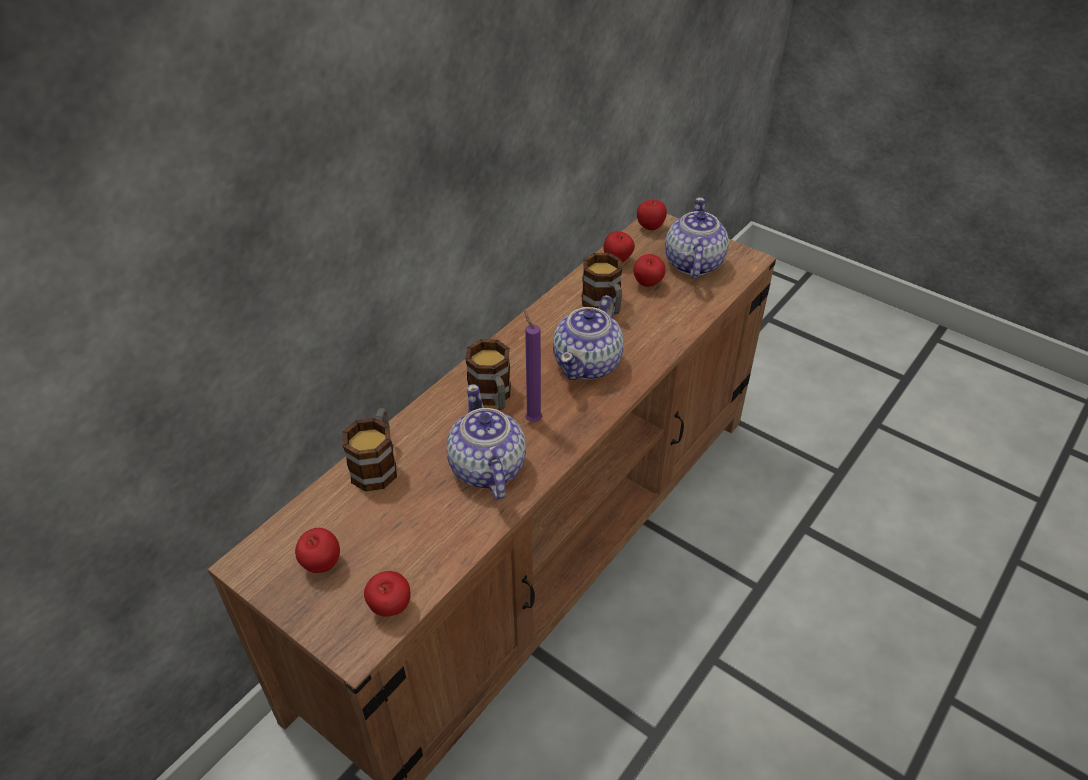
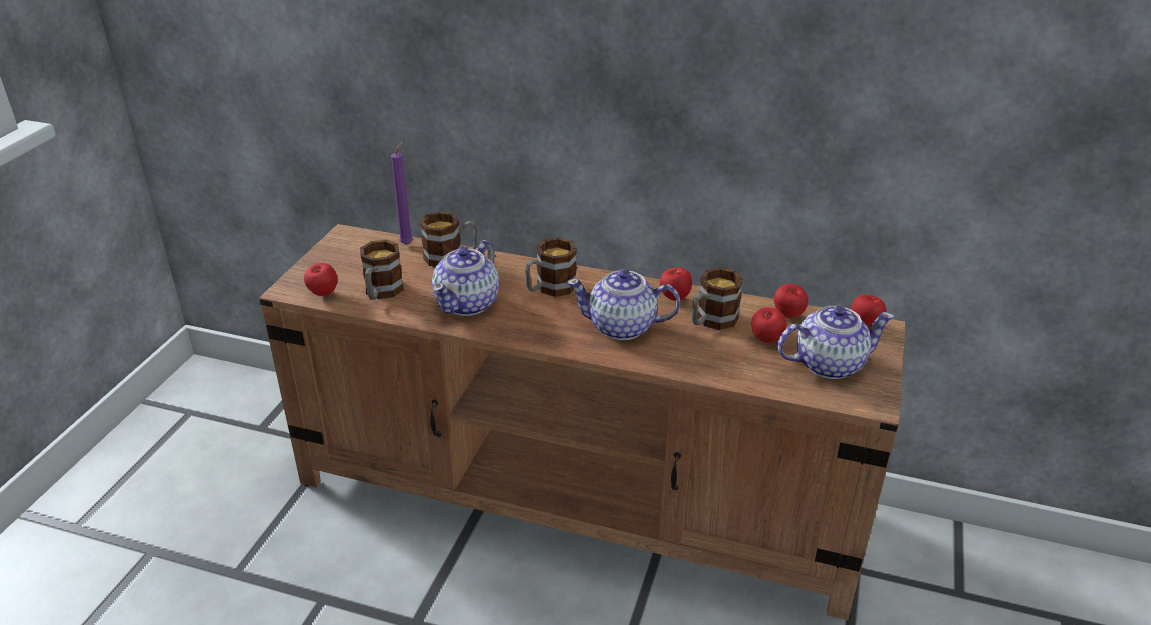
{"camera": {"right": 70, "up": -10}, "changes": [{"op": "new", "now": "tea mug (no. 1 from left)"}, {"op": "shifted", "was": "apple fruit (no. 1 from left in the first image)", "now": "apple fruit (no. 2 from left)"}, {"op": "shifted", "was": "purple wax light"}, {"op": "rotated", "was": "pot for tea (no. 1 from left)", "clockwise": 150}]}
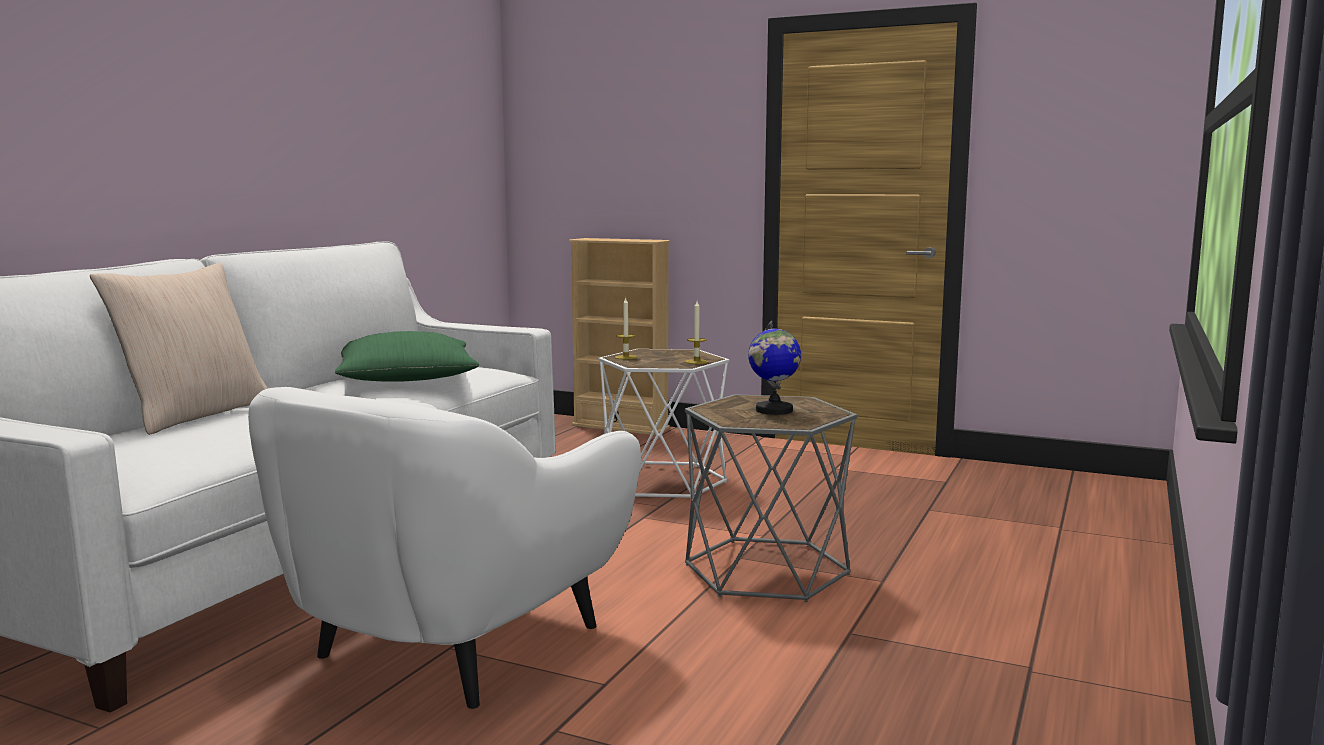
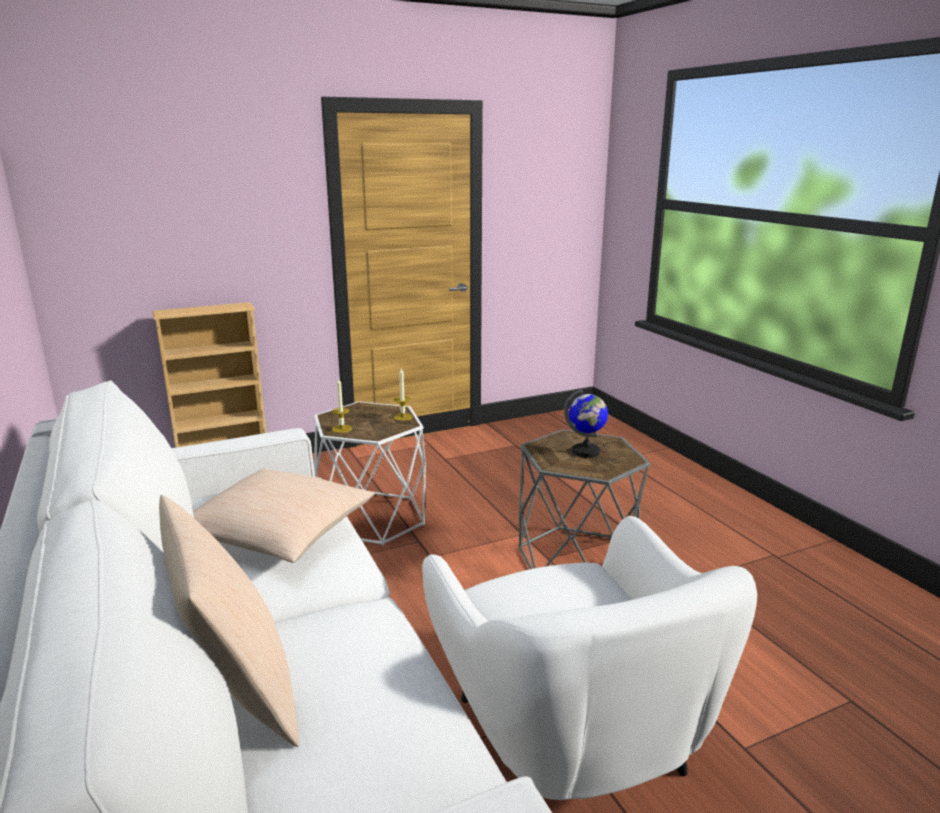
{"camera": {"right": -50, "up": 10}, "changes": [{"op": "repainted", "was": "greenish cushion", "now": "sand-coloured cushion (no. 2 from left)"}]}
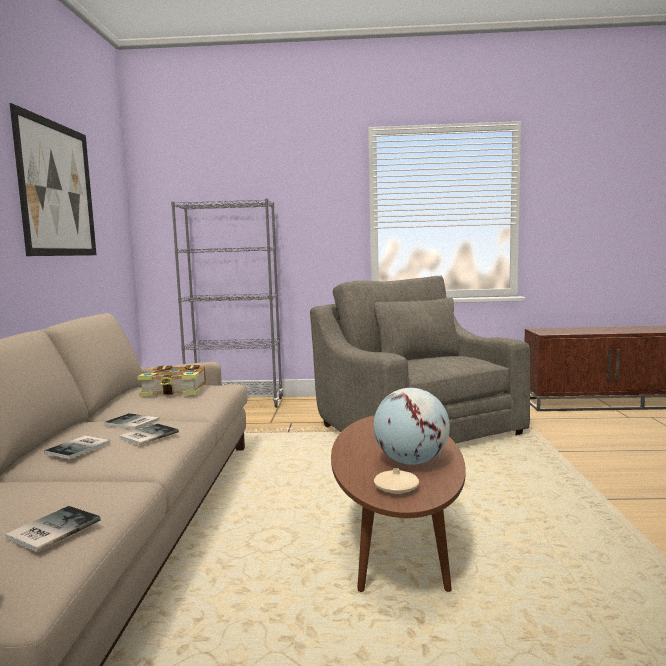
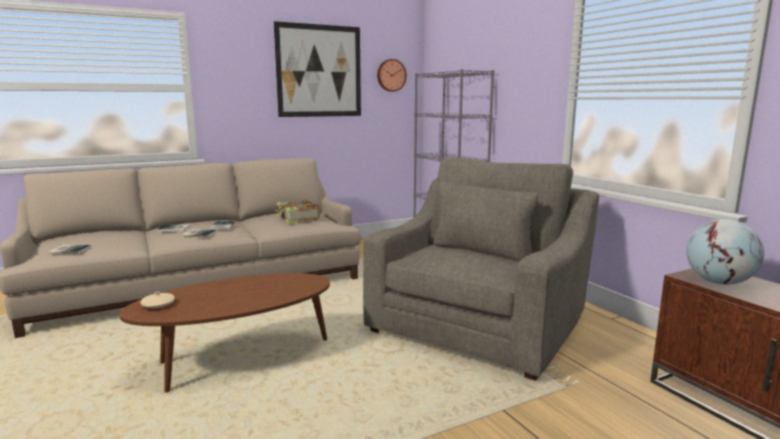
{"camera": {"right": 60, "up": 5}, "changes": [{"op": "new", "now": "clock on the wall"}, {"op": "shifted", "was": "globe"}]}
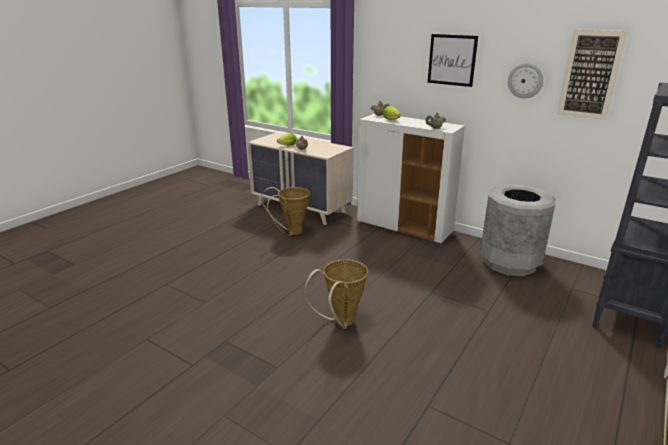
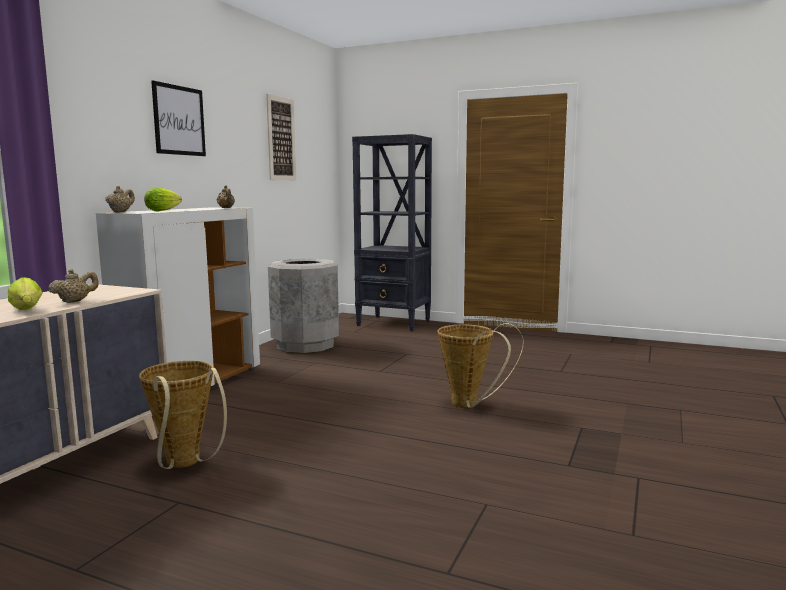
{"camera": {"right": -100, "up": -15}, "changes": [{"op": "gone", "was": "clock on the wall"}]}
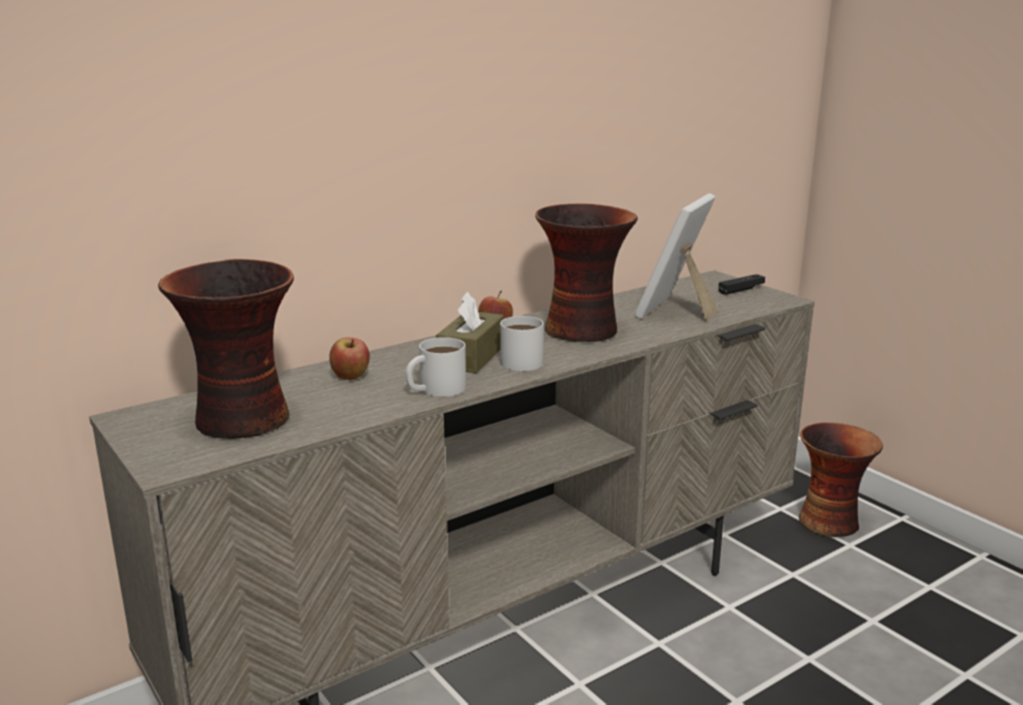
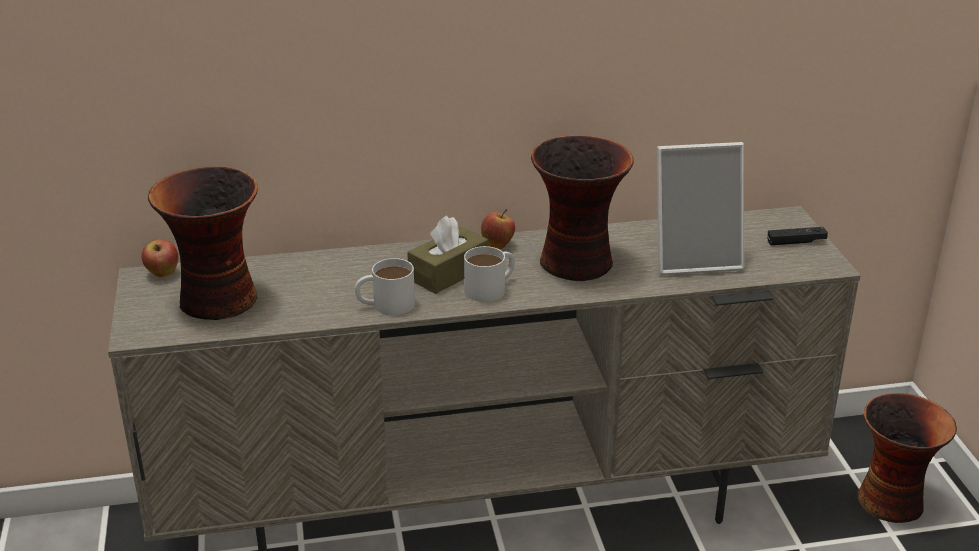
{"camera": {"right": 25, "up": 10}, "changes": [{"op": "shifted", "was": "apple fruit (no. 1 from left)"}, {"op": "rotated", "was": "photo frame", "clockwise": -150}]}
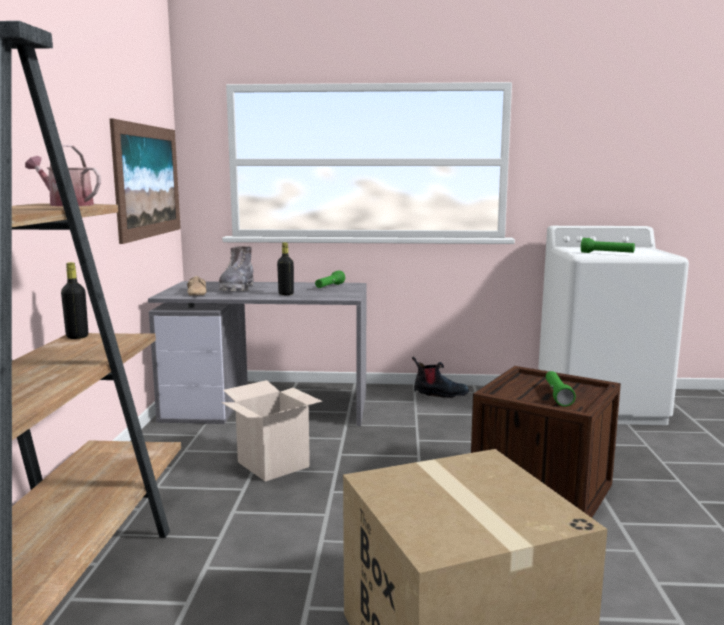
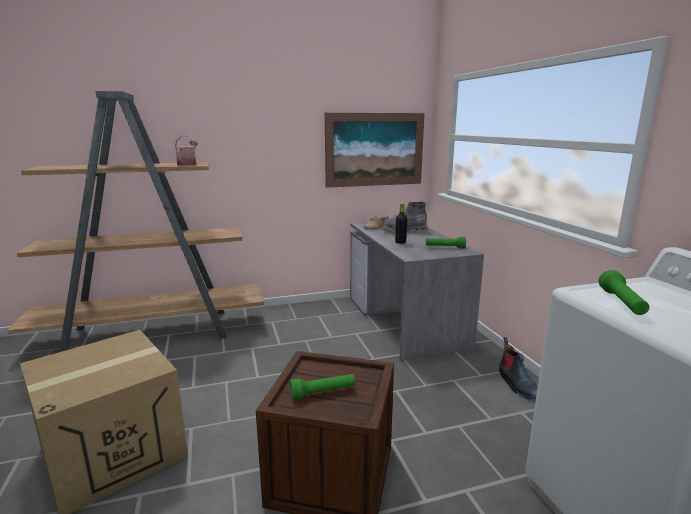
{"camera": {"right": 70, "up": 5}, "changes": [{"op": "gone", "was": "blackish bottle (no. 1 from left)"}, {"op": "gone", "was": "carton (no. 1 from left)"}]}
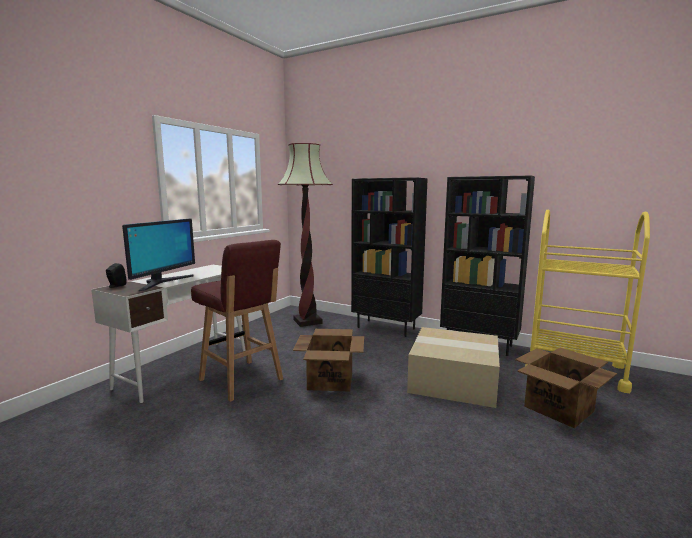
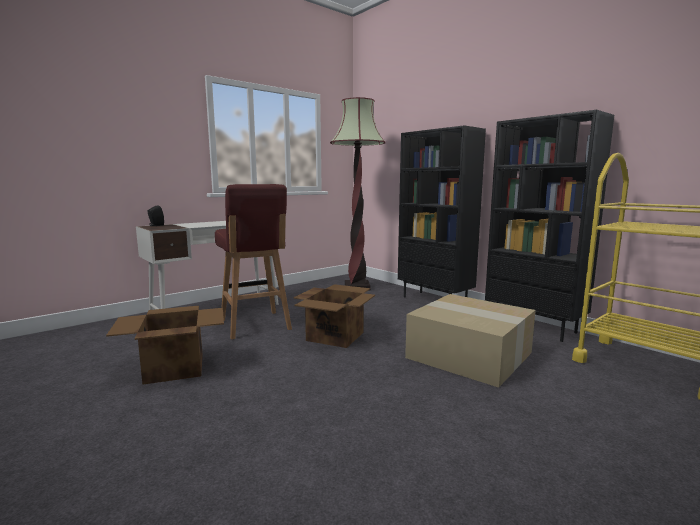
{"camera": {"right": 20, "up": 0}, "changes": [{"op": "gone", "was": "computer screen"}, {"op": "shifted", "was": "carton (no. 3 from left in the first image)", "now": "carton (no. 1 from left)"}]}
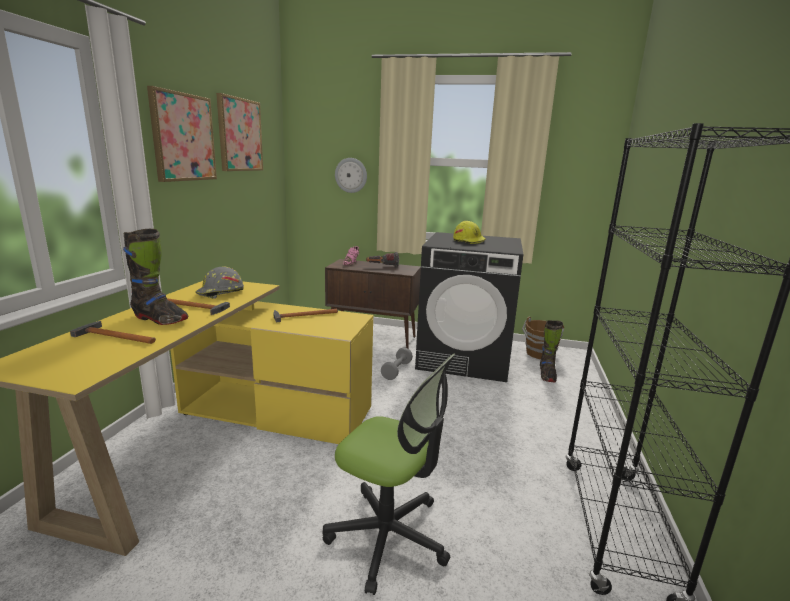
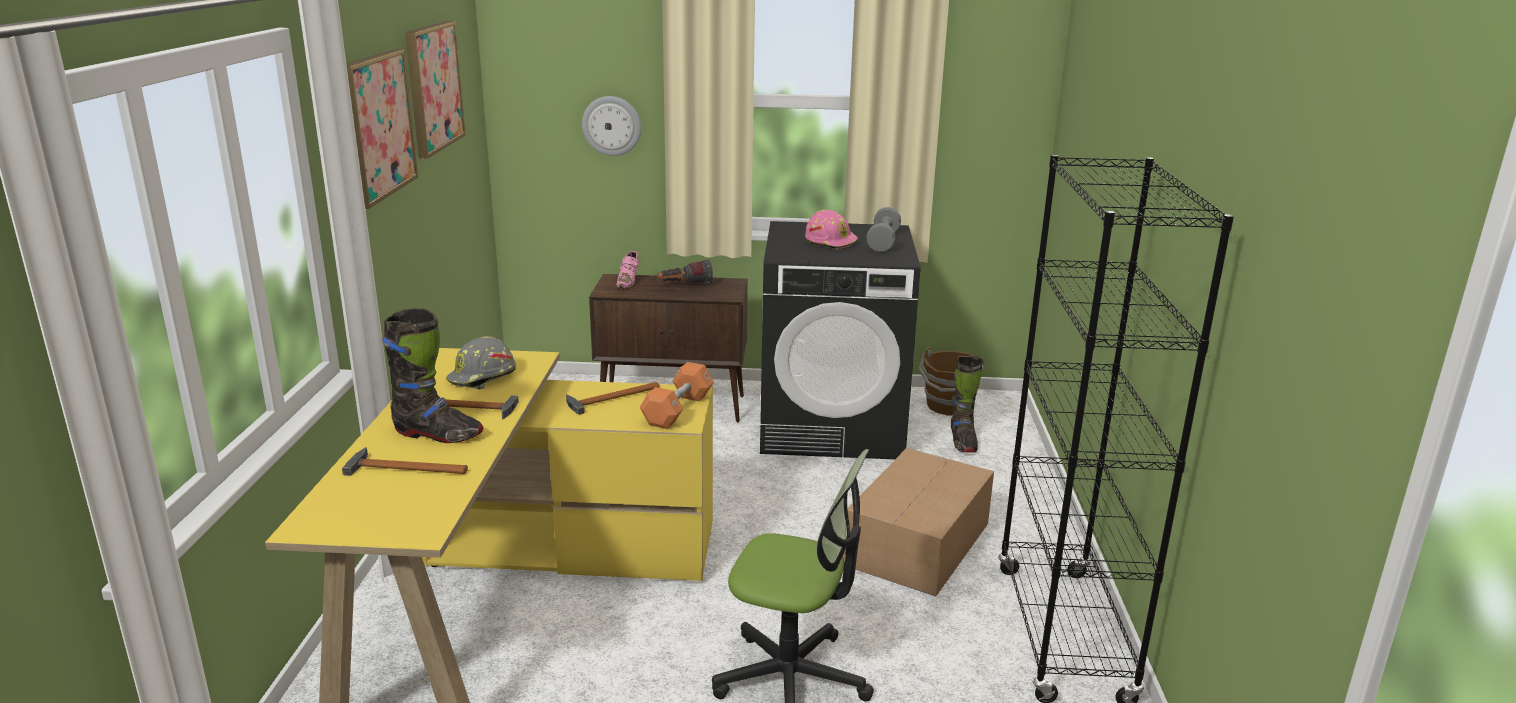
{"camera": {"right": -10, "up": 5}, "changes": [{"op": "new", "now": "orangey hand weight"}, {"op": "new", "now": "carton"}, {"op": "shifted", "was": "greyish hand weight"}, {"op": "repainted", "was": "yellow-coloured hard hat", "now": "pink-coloured hard hat"}]}
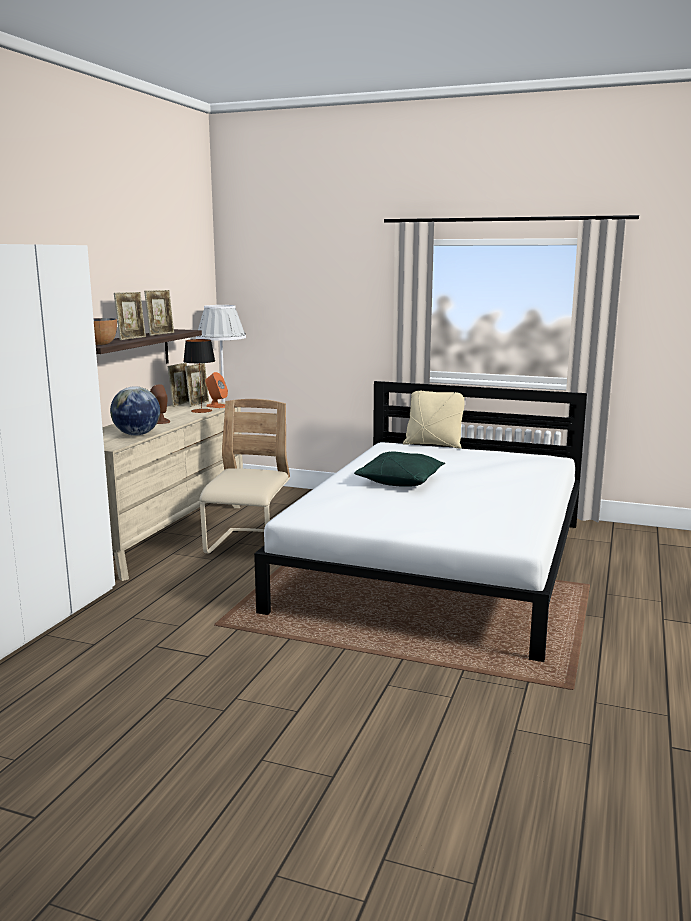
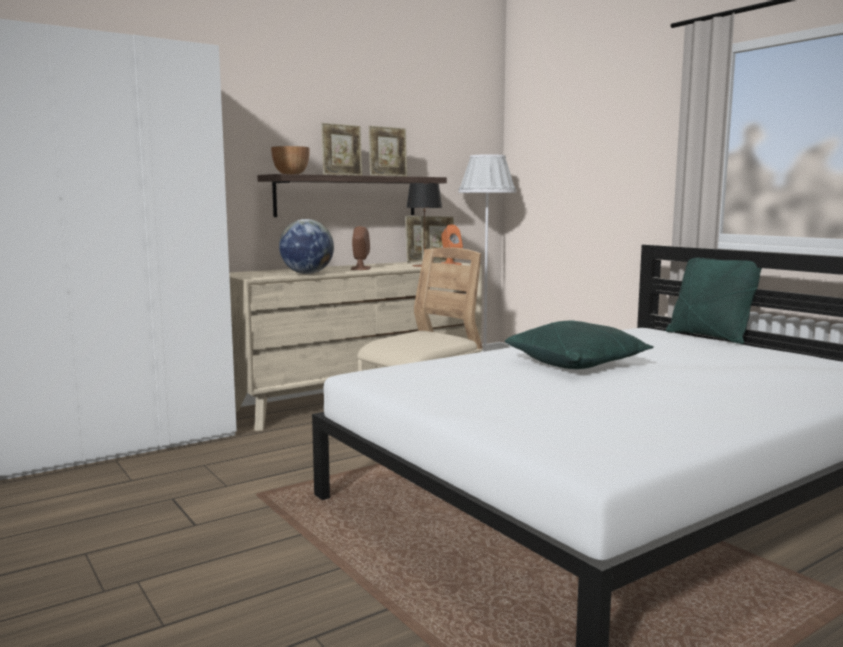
{"camera": {"right": 35, "up": -5}, "changes": [{"op": "repainted", "was": "sand-coloured cushion", "now": "greenish cushion (no. 2 from left)"}]}
